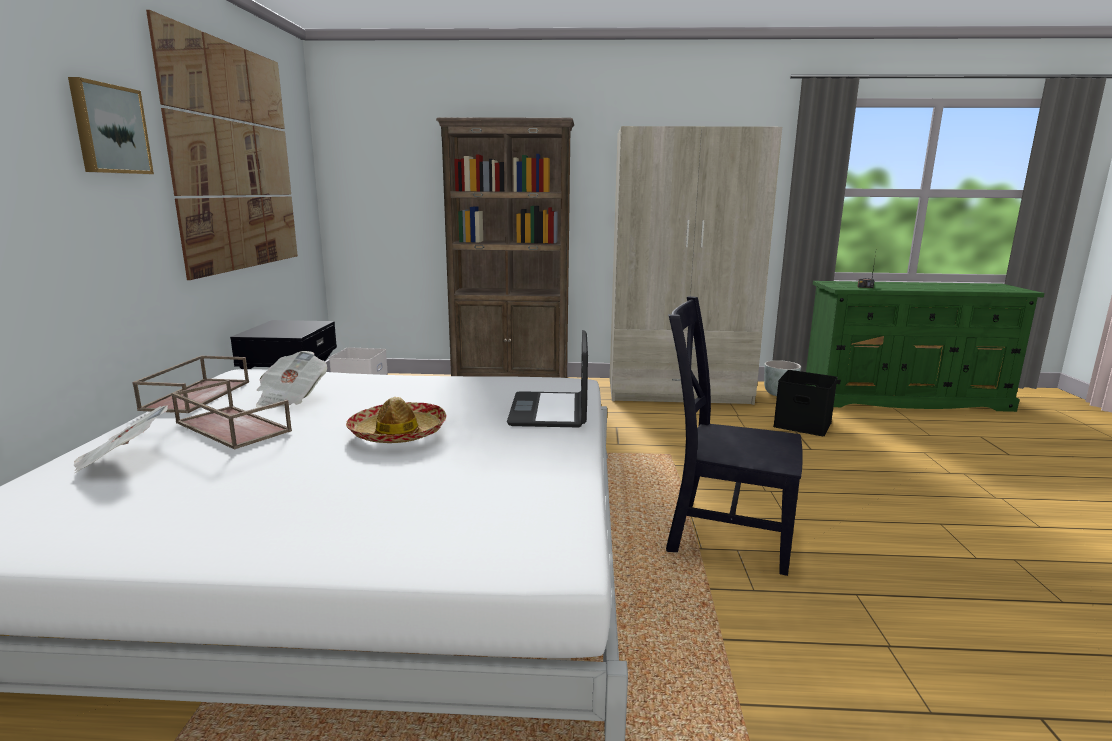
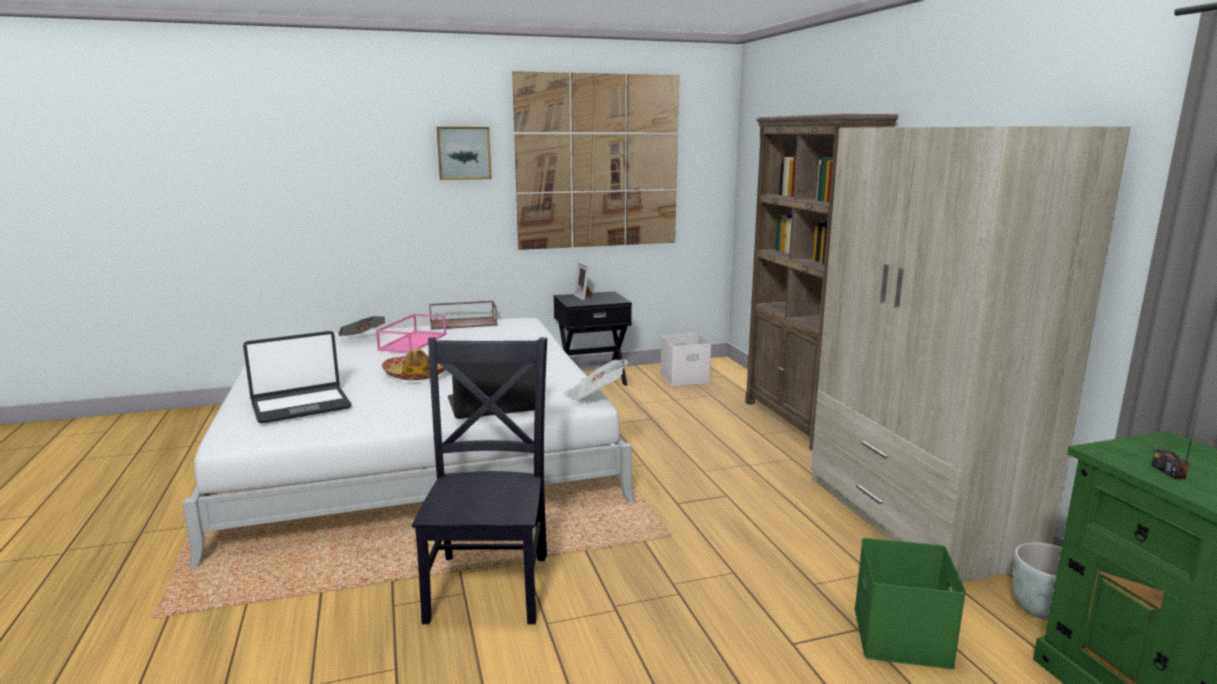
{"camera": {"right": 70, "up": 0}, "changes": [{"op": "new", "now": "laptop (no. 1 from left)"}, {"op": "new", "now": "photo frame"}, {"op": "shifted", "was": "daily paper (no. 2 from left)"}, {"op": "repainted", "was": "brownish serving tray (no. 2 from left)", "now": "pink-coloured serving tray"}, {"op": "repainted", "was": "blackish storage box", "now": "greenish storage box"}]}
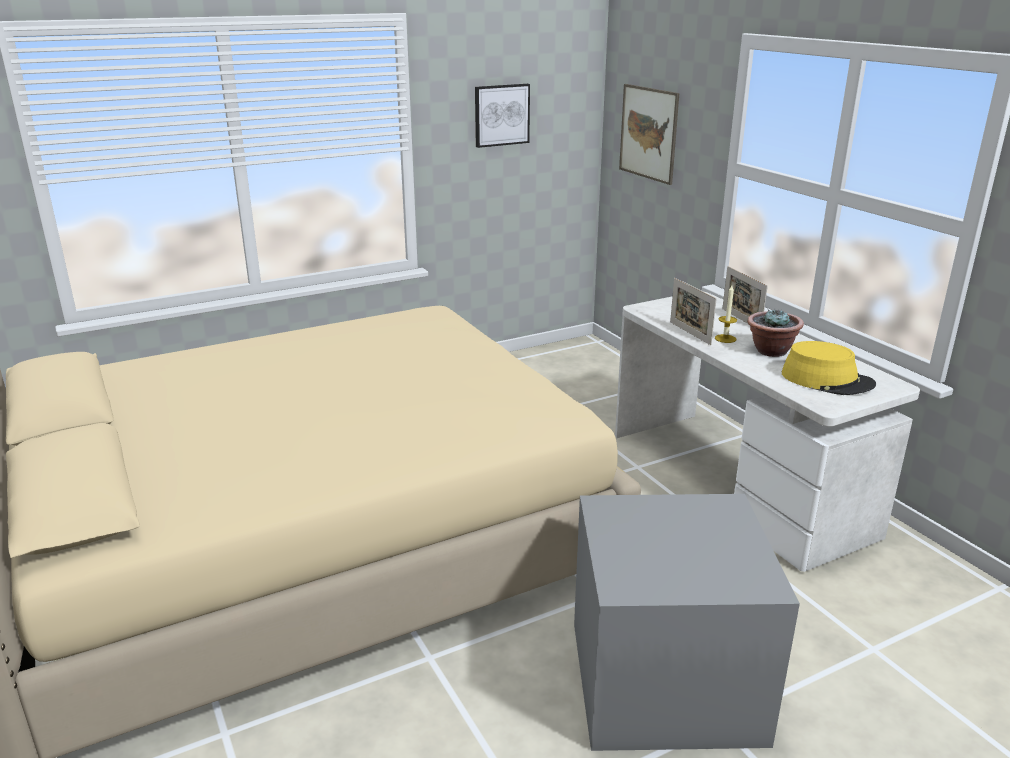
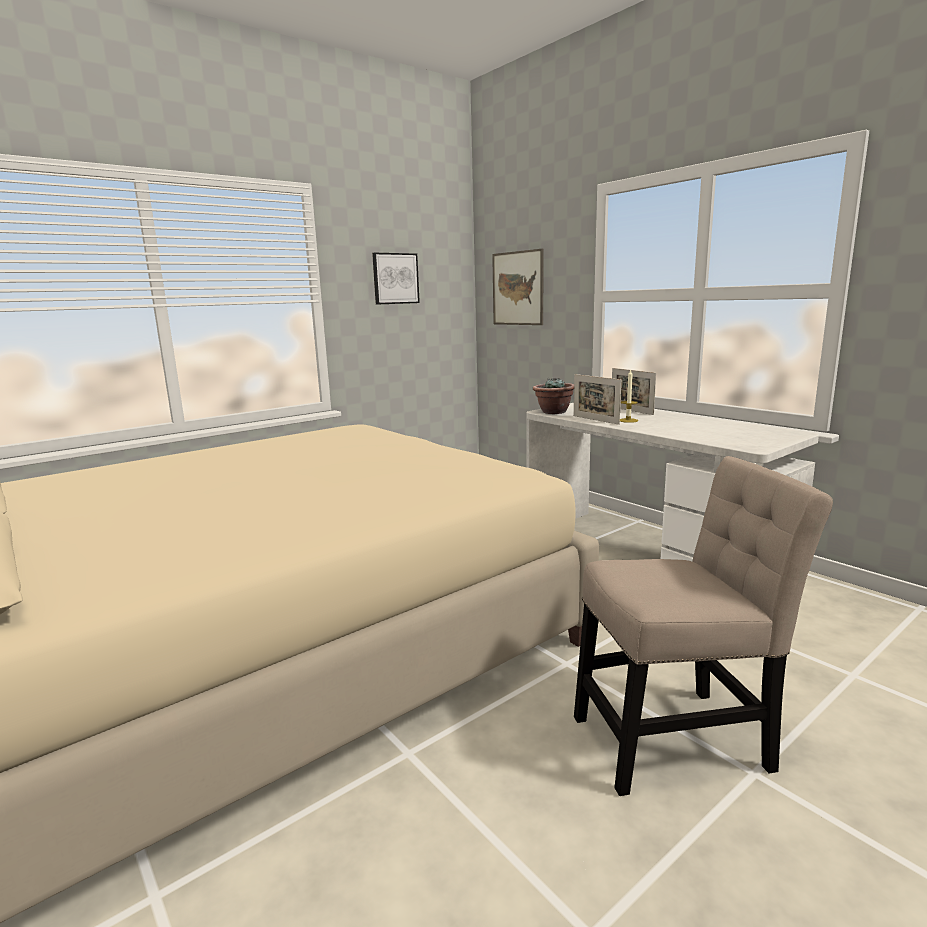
{"camera": {"right": -10, "up": -10}, "changes": [{"op": "gone", "was": "yellow-coloured clothing hat"}, {"op": "shifted", "was": "houseplant"}, {"op": "swapped", "was": "greyish storage box", "now": "sand-coloured plain chair"}]}
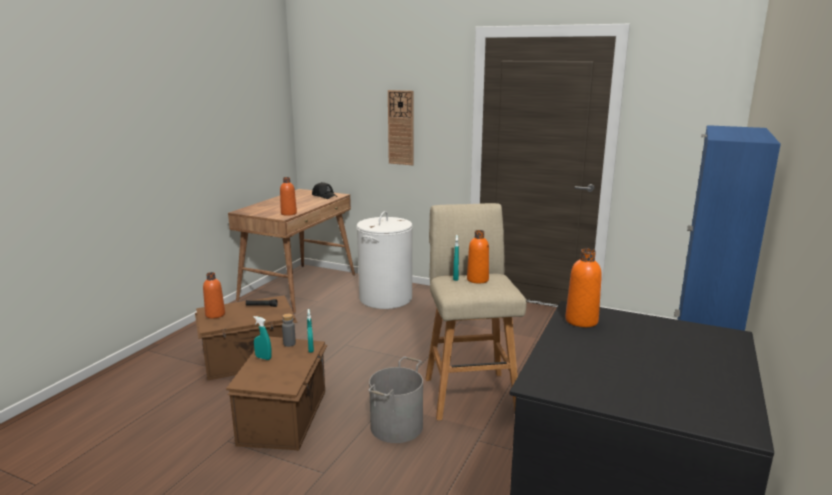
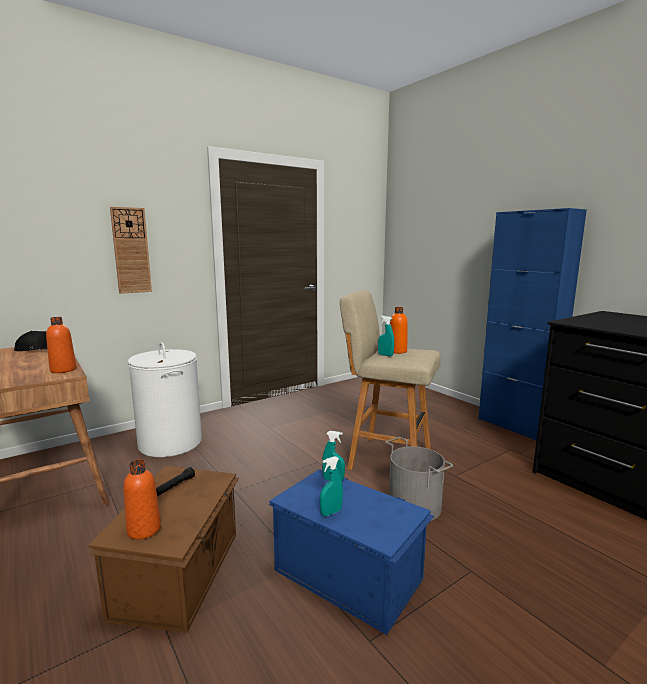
{"camera": {"right": -60, "up": -5}, "changes": [{"op": "gone", "was": "greyish bottle"}, {"op": "gone", "was": "orangey bottle (no. 4 from left)"}, {"op": "repainted", "was": "brownish storage box (no. 2 from left)", "now": "blue storage box"}]}
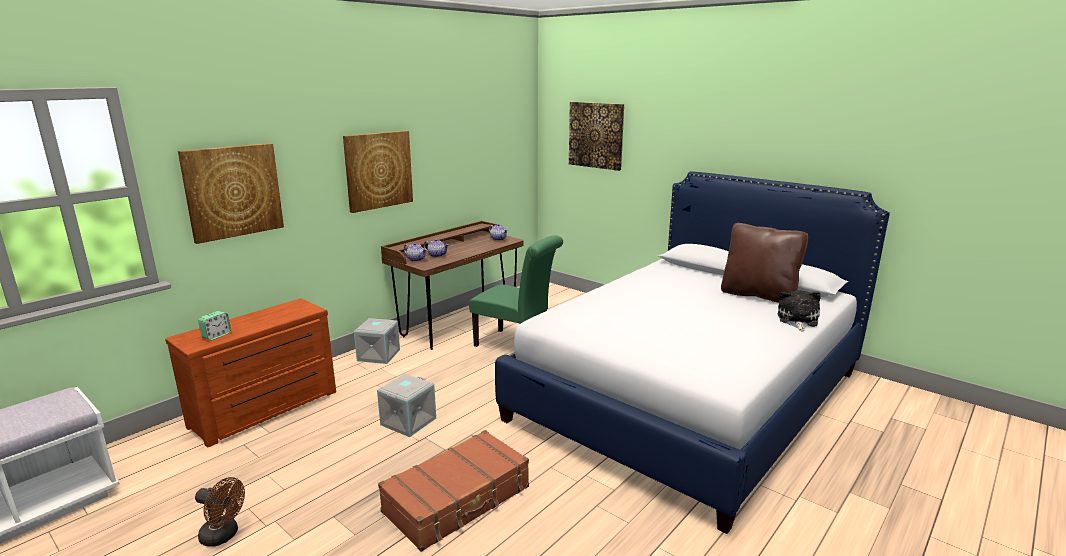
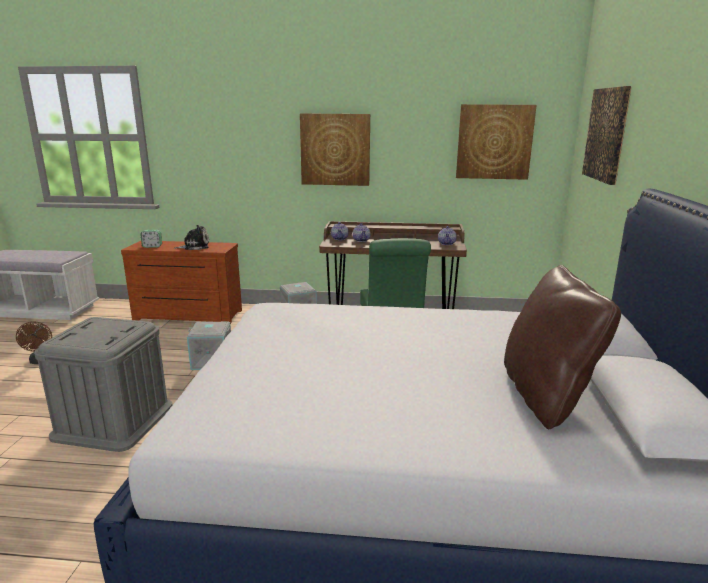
{"camera": {"right": 55, "up": 0}, "changes": [{"op": "shifted", "was": "wall art (no. 1 from left in the first image)", "now": "wall art (no. 2 from left)"}, {"op": "shifted", "was": "plush toy"}, {"op": "swapped", "was": "brownish suitcase", "now": "greyish storage box (no. 1 from left)"}]}
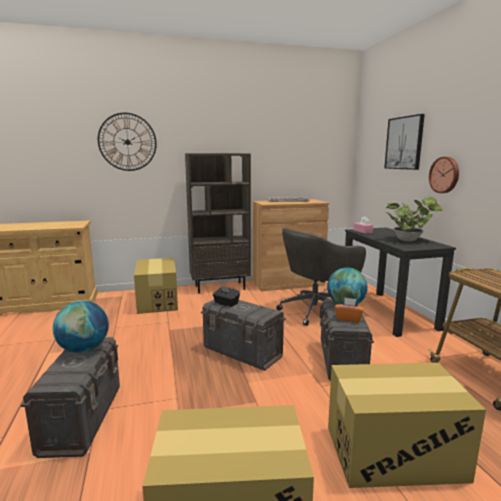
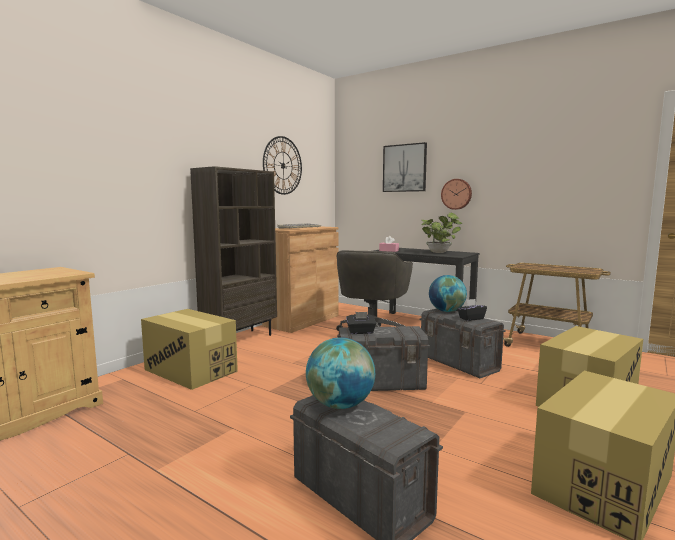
{"camera": {"right": -40, "up": -5}, "changes": [{"op": "shifted", "was": "clock on the wall (no. 1 from left)"}, {"op": "repainted", "was": "orangey tissue holder", "now": "blackish tissue holder (no. 2 from left)"}]}
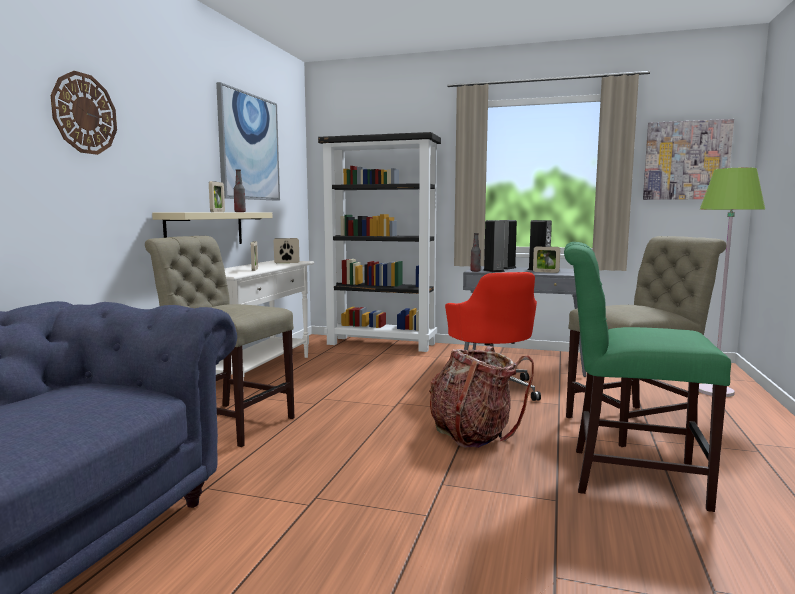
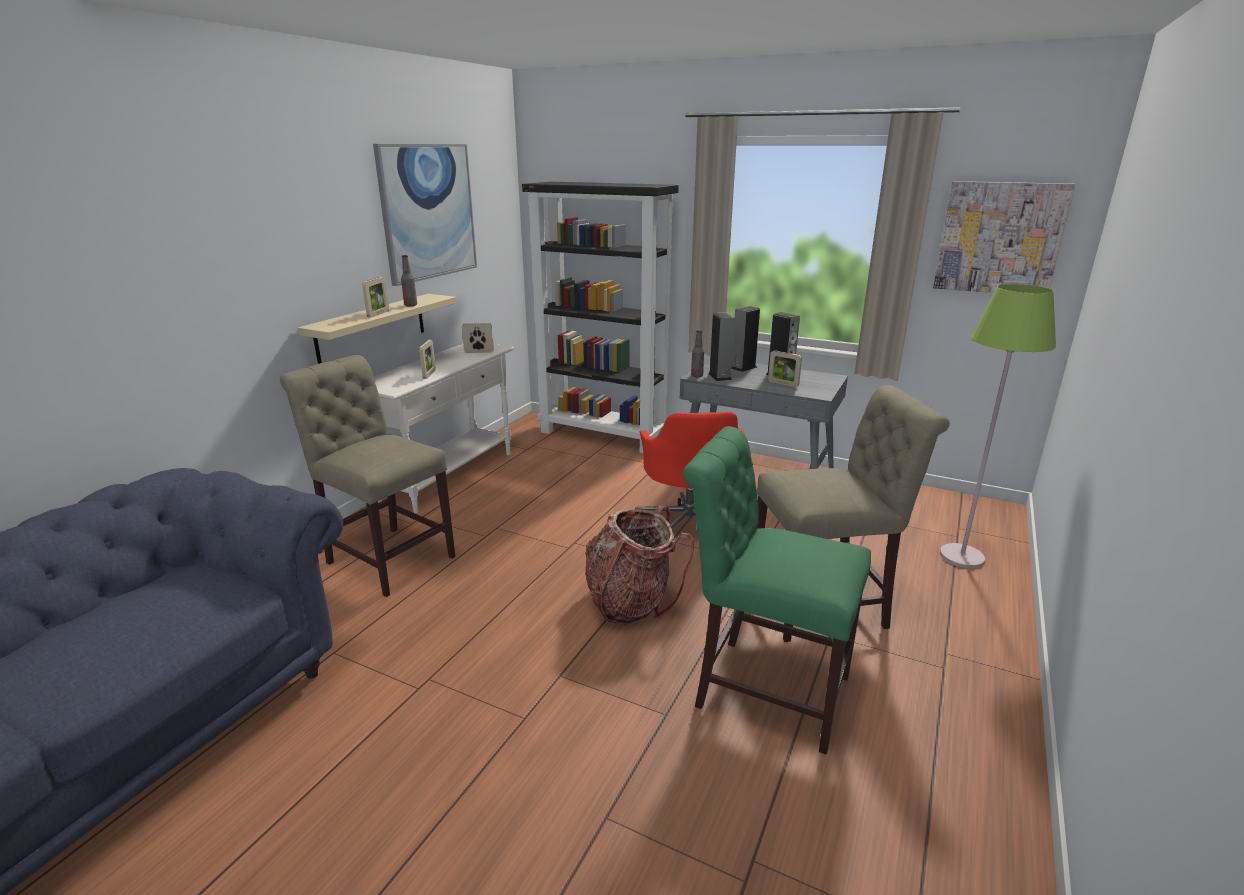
{"camera": {"right": 10, "up": 15}, "changes": [{"op": "gone", "was": "clock on the wall"}]}
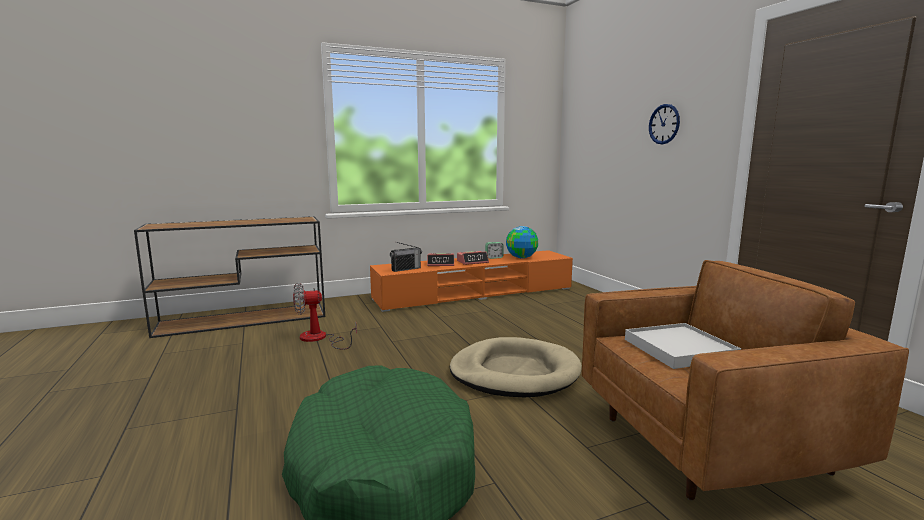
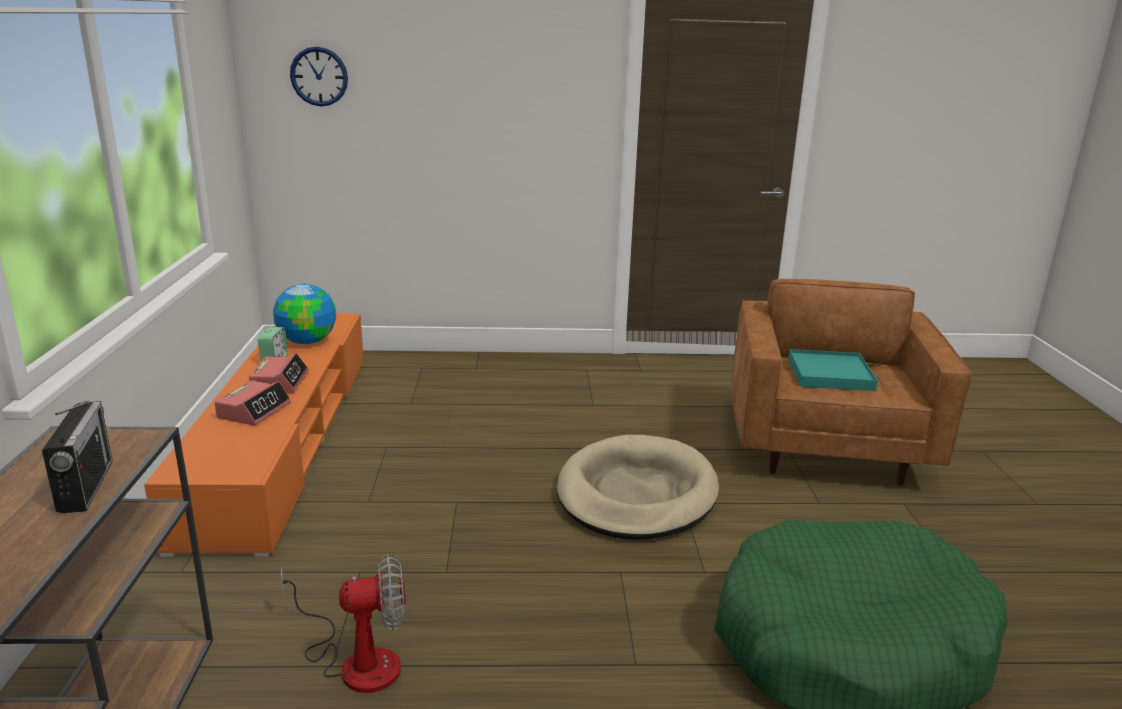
{"camera": {"right": -70, "up": 10}, "changes": [{"op": "shifted", "was": "radio receiver"}, {"op": "shifted", "was": "clock on the wall"}, {"op": "repainted", "was": "white serving tray", "now": "blue-green serving tray"}, {"op": "rotated", "was": "cooling fan", "clockwise": -105}]}
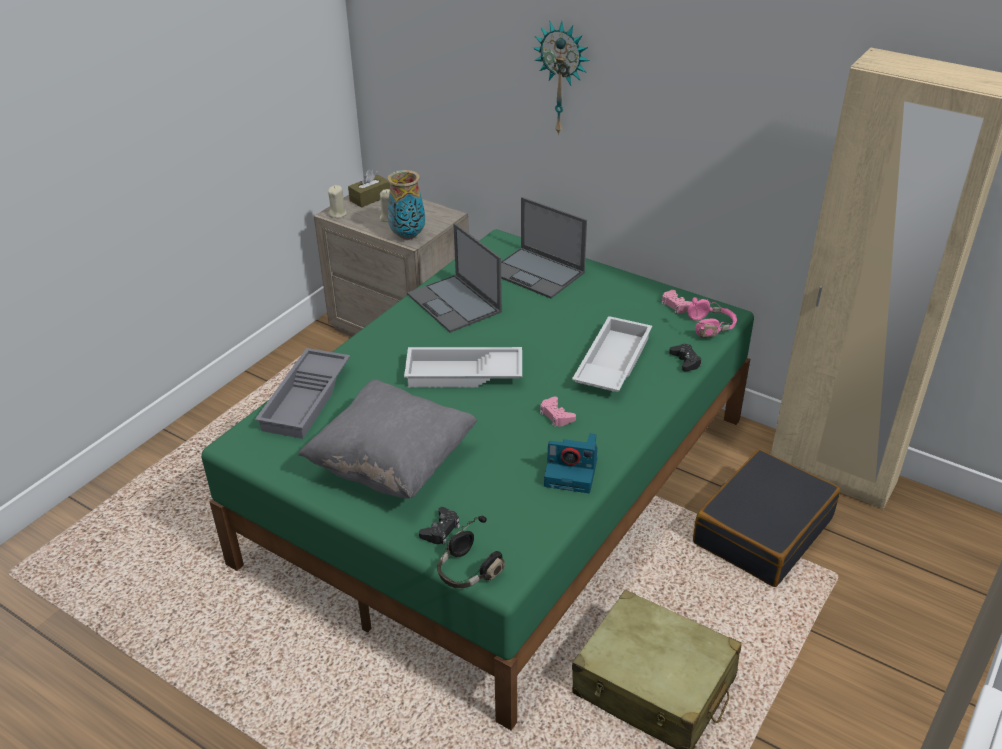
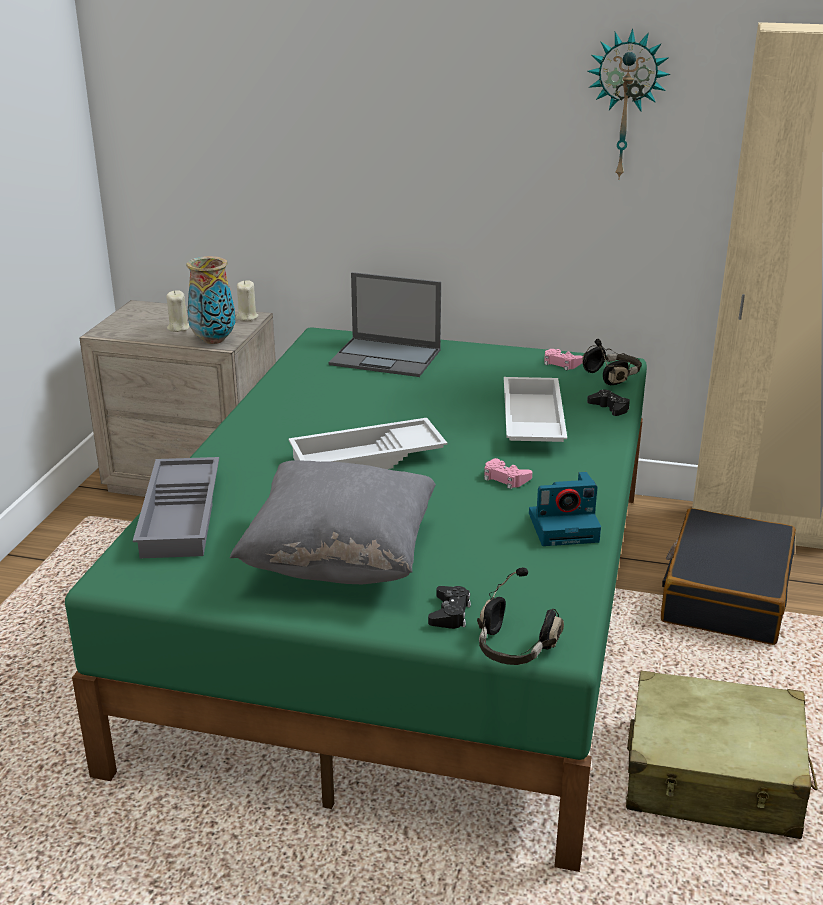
{"camera": {"right": -20, "up": -10}, "changes": [{"op": "gone", "was": "brownish tissue holder"}, {"op": "gone", "was": "laptop (no. 1 from left)"}, {"op": "shifted", "was": "sand-coloured wax light (no. 1 from left in the first image)", "now": "sand-coloured wax light (no. 2 from left)"}, {"op": "shifted", "was": "clock on the wall"}, {"op": "repainted", "was": "pink-coloured headset", "now": "blackish headset (no. 2 from left)"}]}
